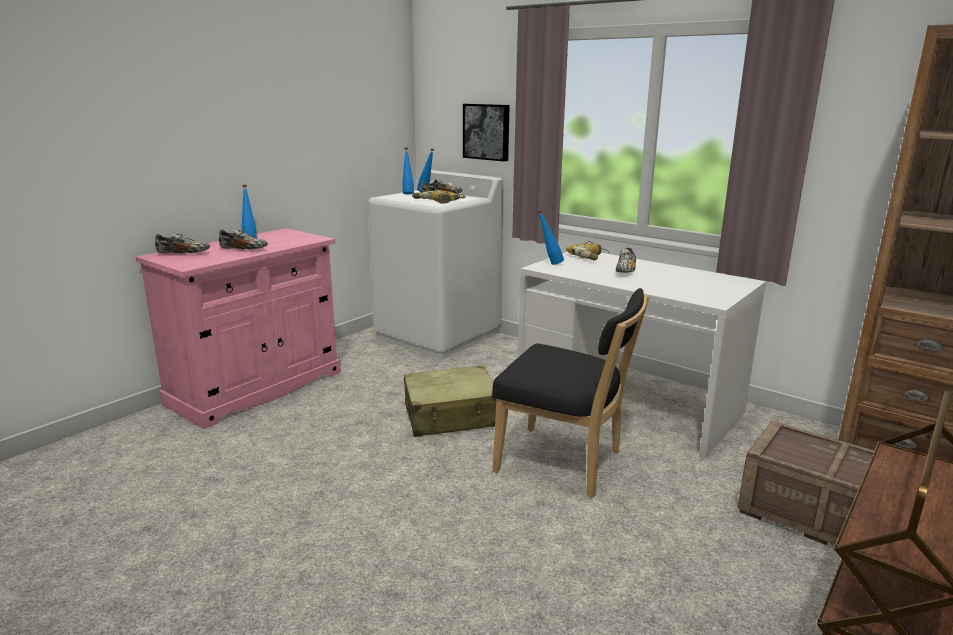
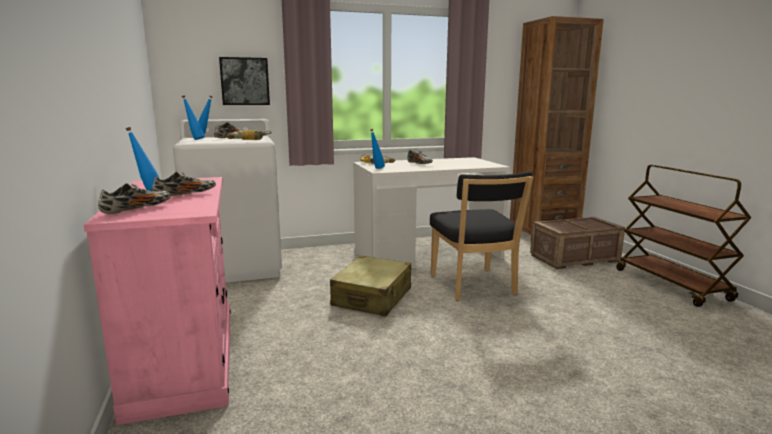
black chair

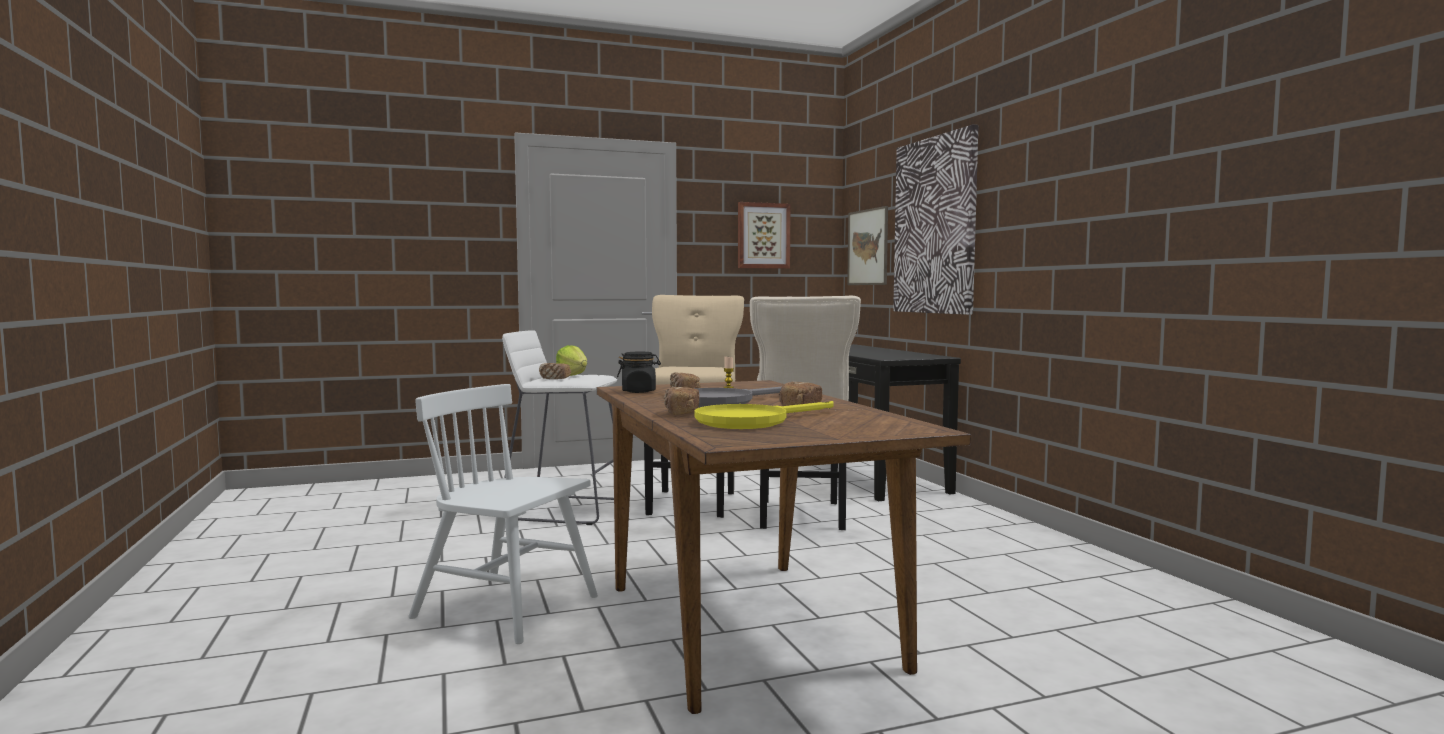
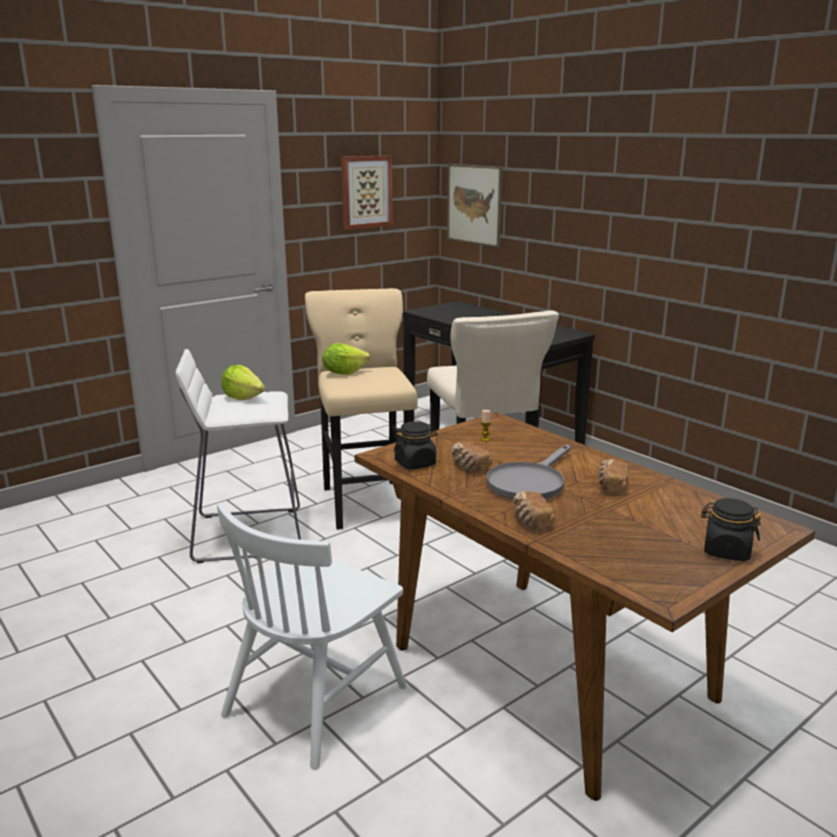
white chair
lettuce (2nd from left)
black jar (2nd from left)
bread (1st from left in the first image)
yellow frying pan
picture (3rd from left in the first image)

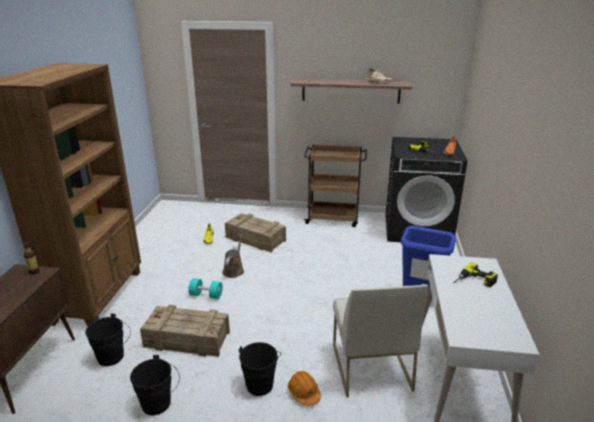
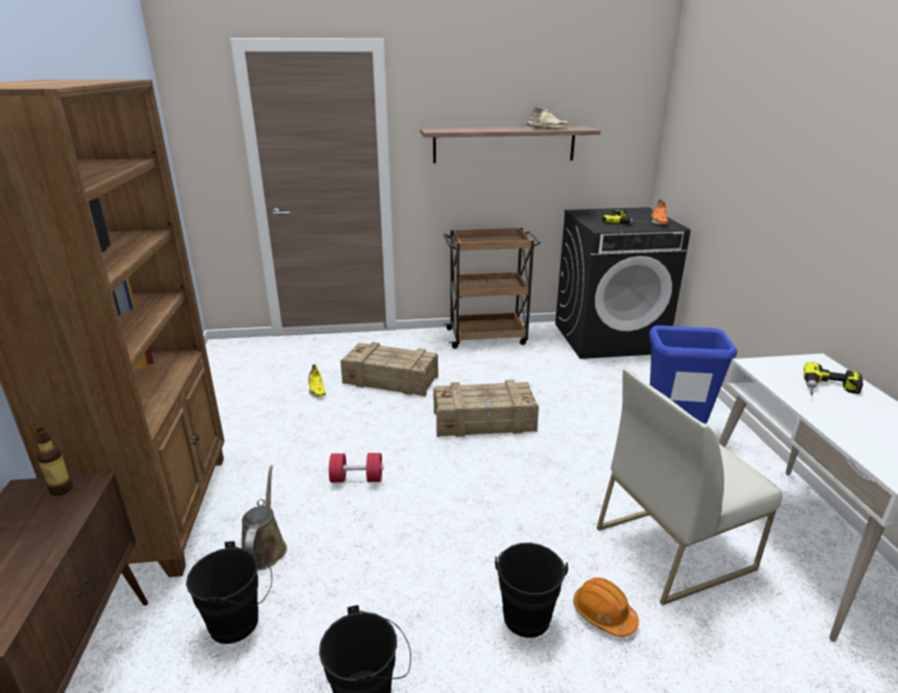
brown watering can
red dumbbell
crate (2nd from left)
white chair

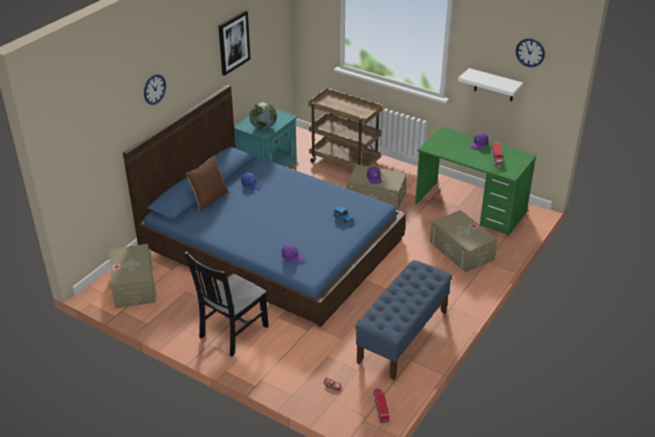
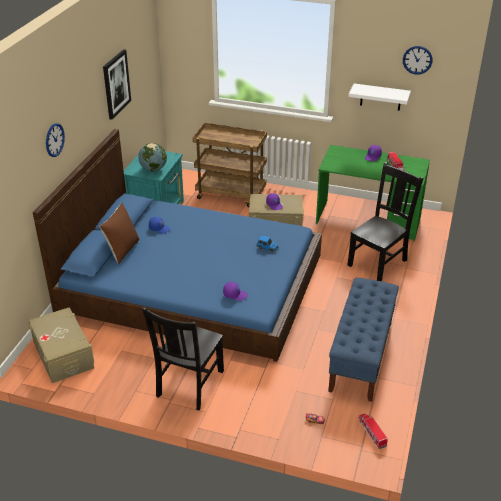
black chair (2nd from left)

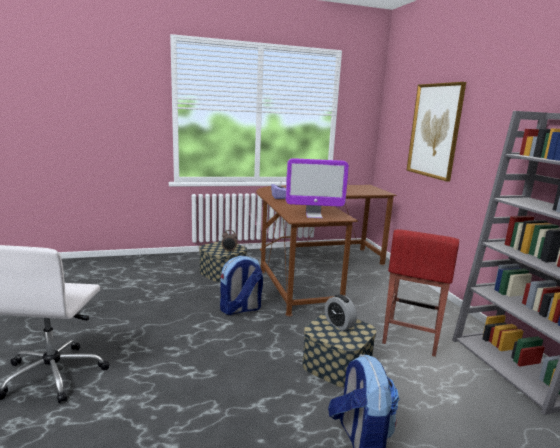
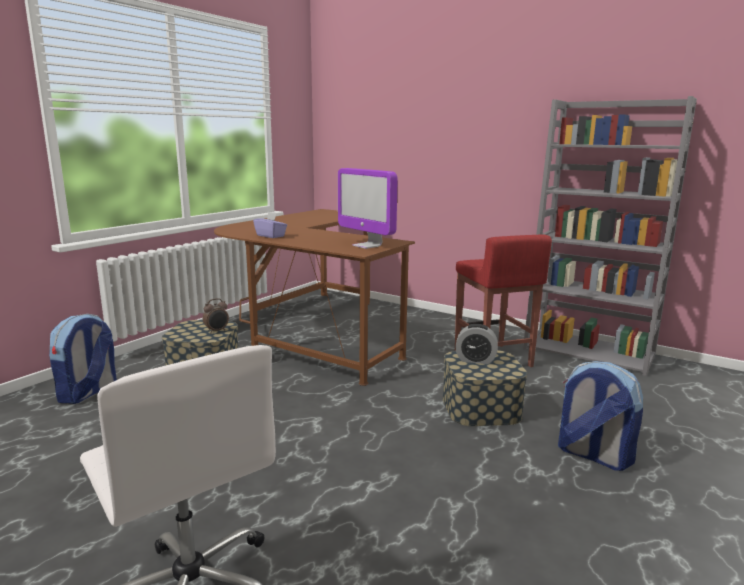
backpack (1st from left)
monitor
picture

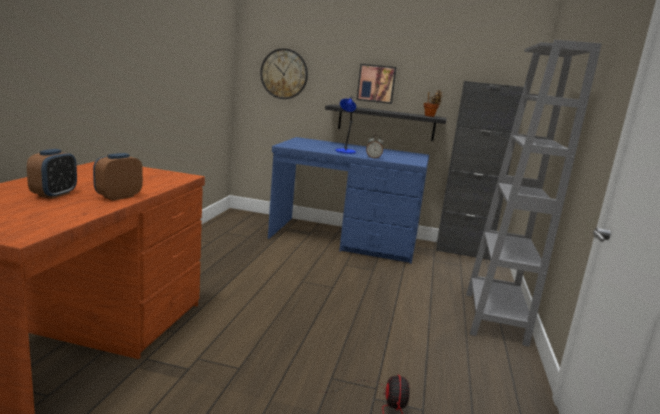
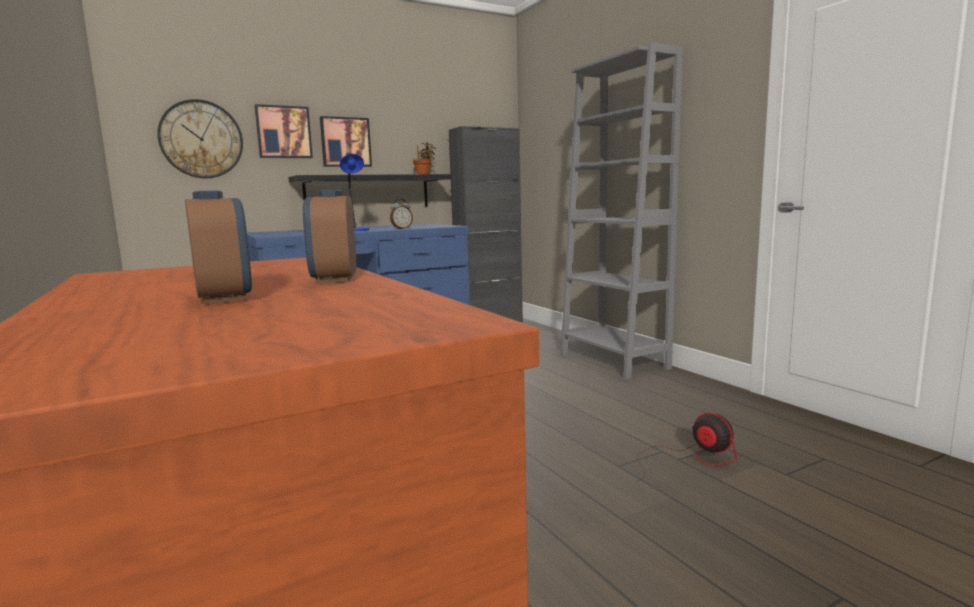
picture (1st from left)

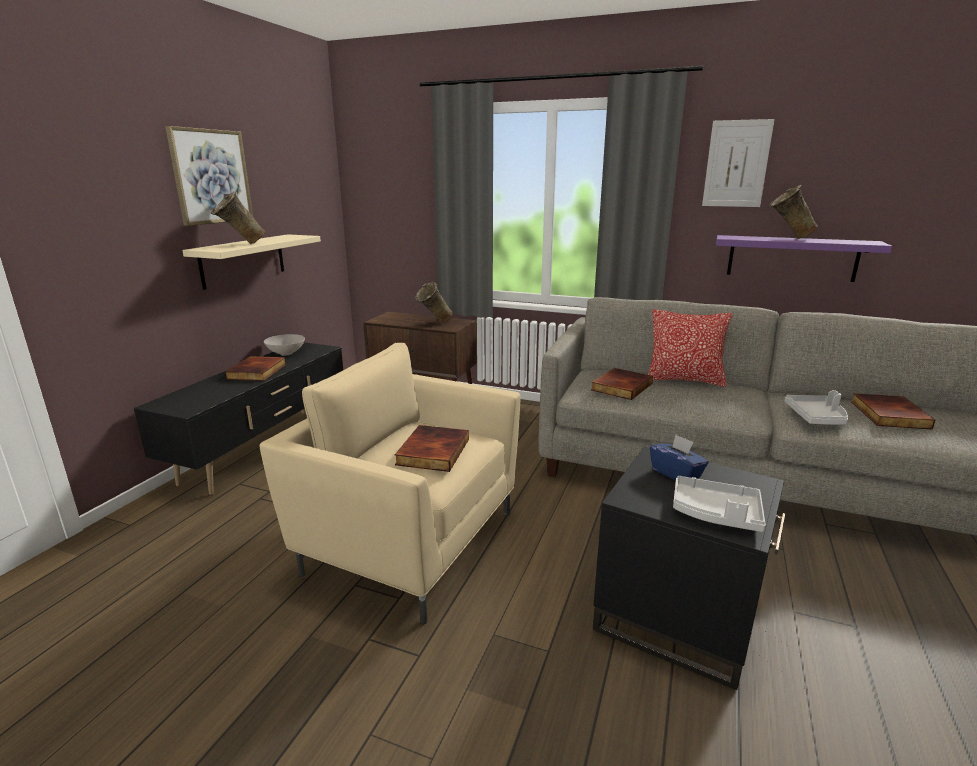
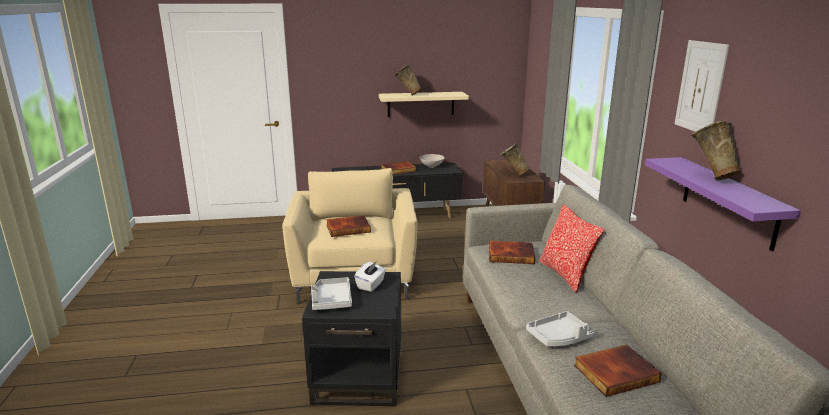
white tissue box
picture (1st from left in the first image)

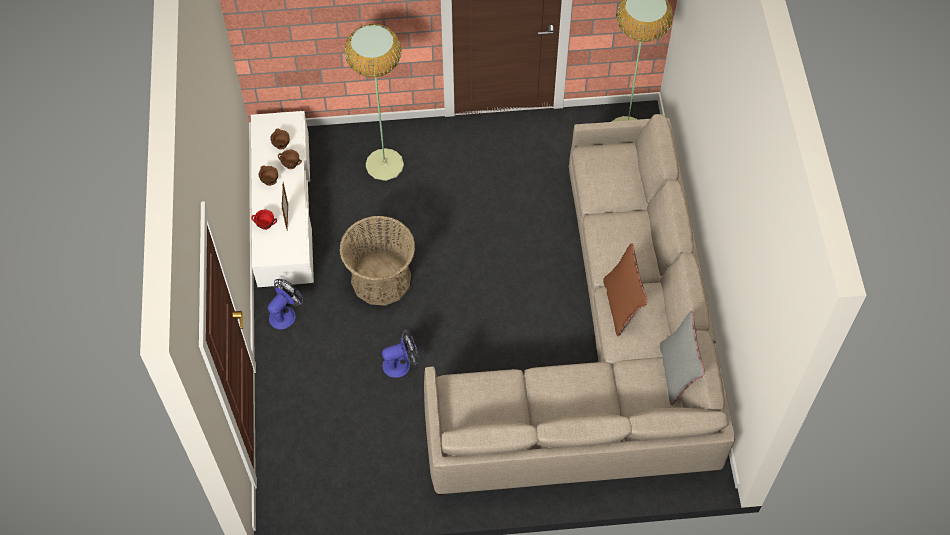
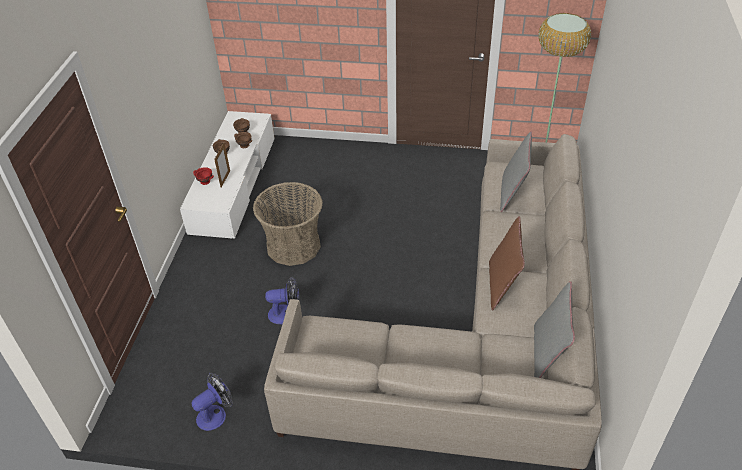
fan (1st from left)
grey pillow (1st from left)
floor lamp (1st from left in the first image)

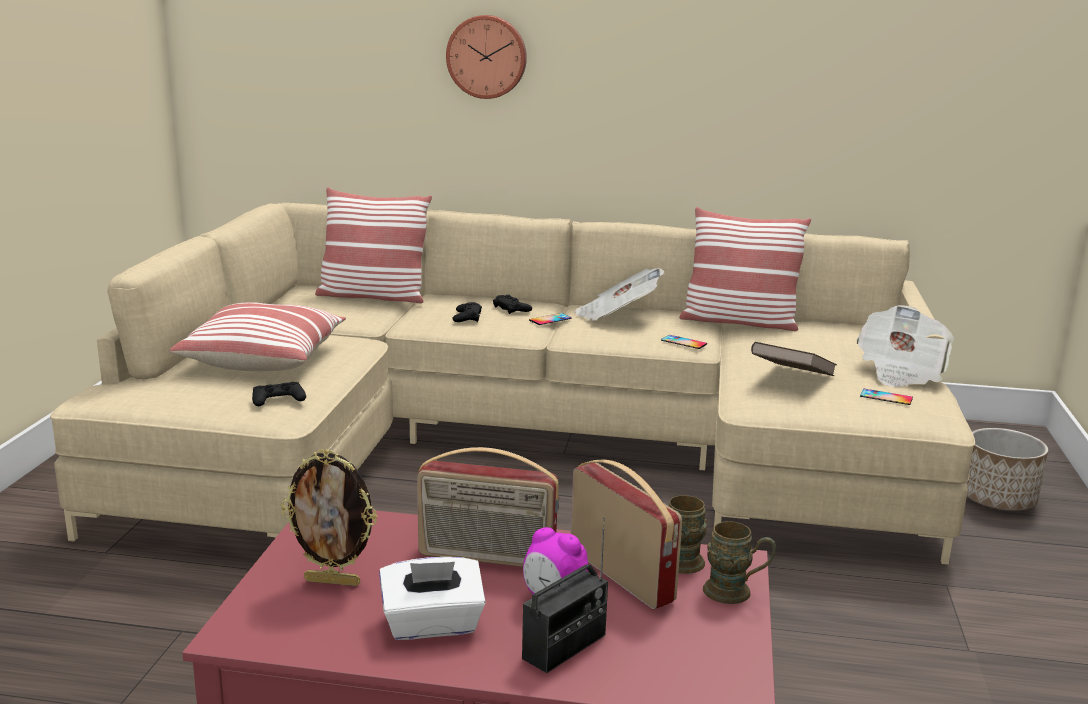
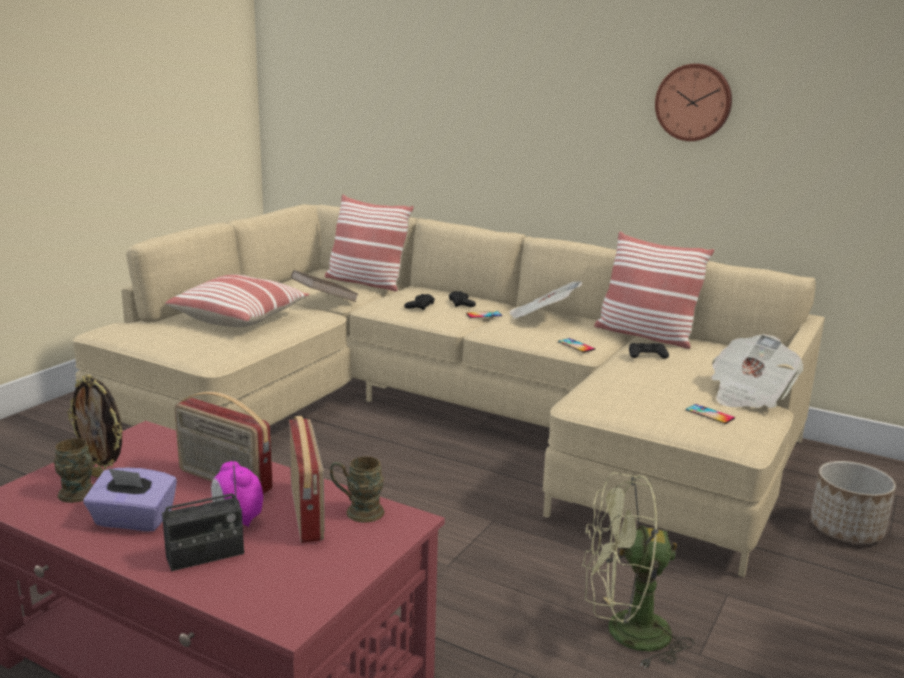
brown mug (1st from left)
purple tissue box
brown book
green fan
black game controller (3rd from left)
wall clock

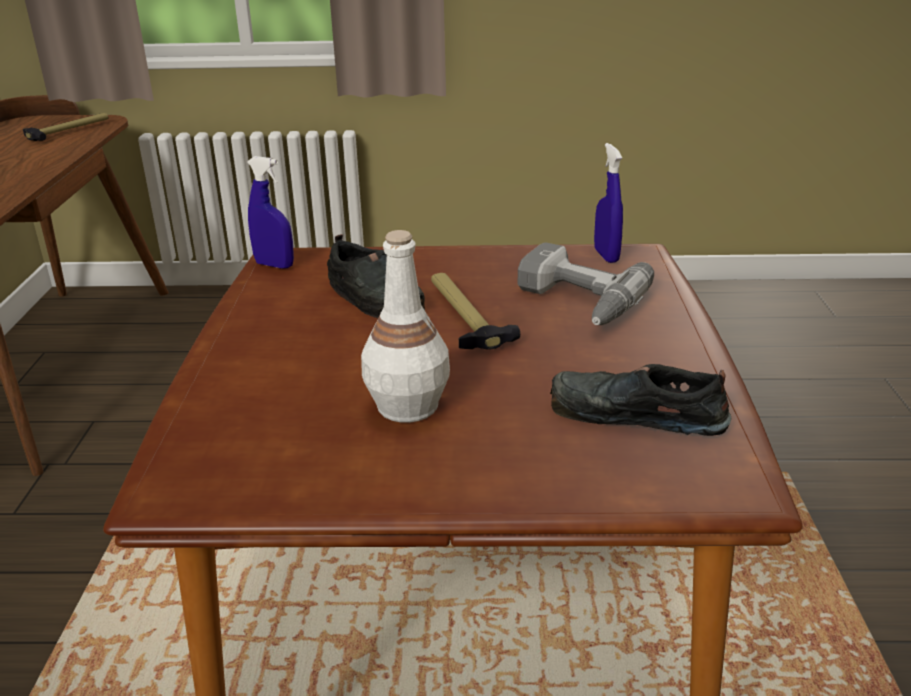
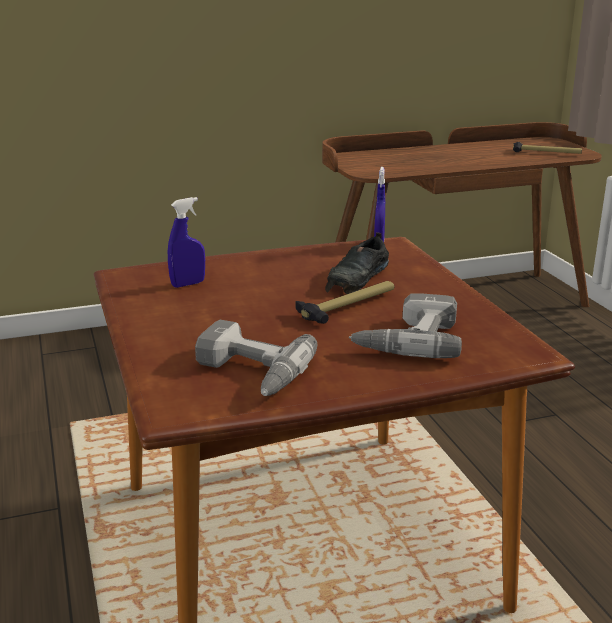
blue spray bottle (1st from left)
power drill (1st from left)
white bottle

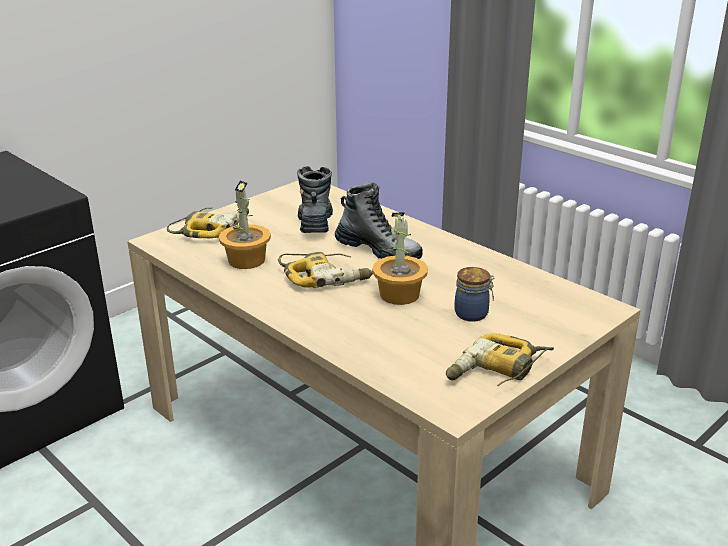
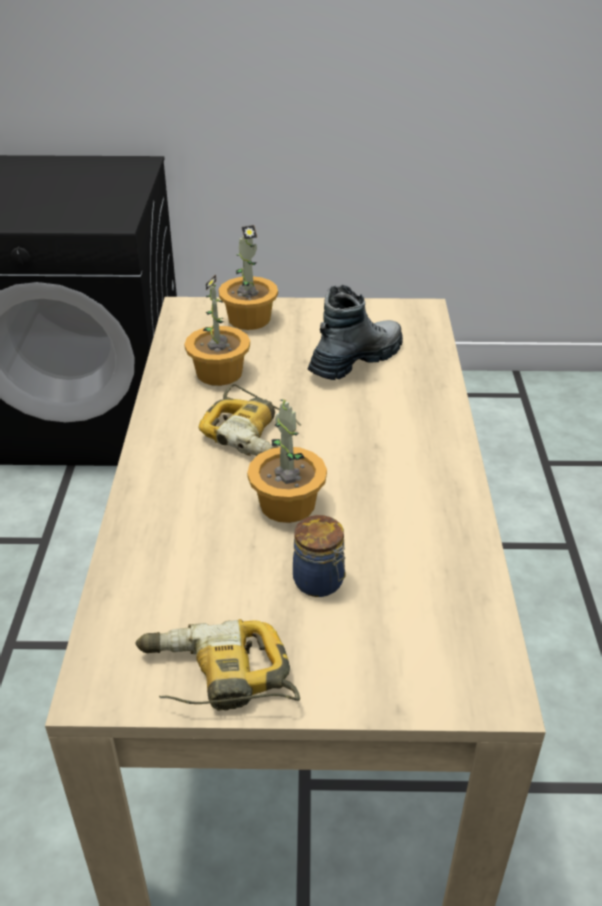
potted plant (2nd from left)
boot (2nd from left in the first image)

